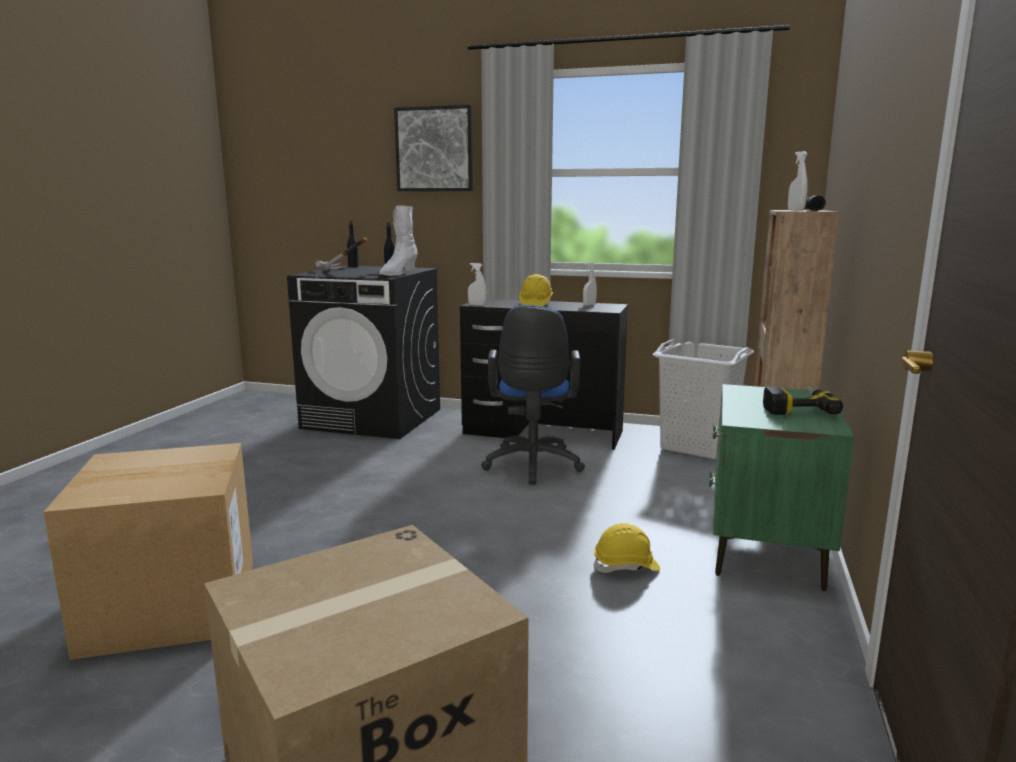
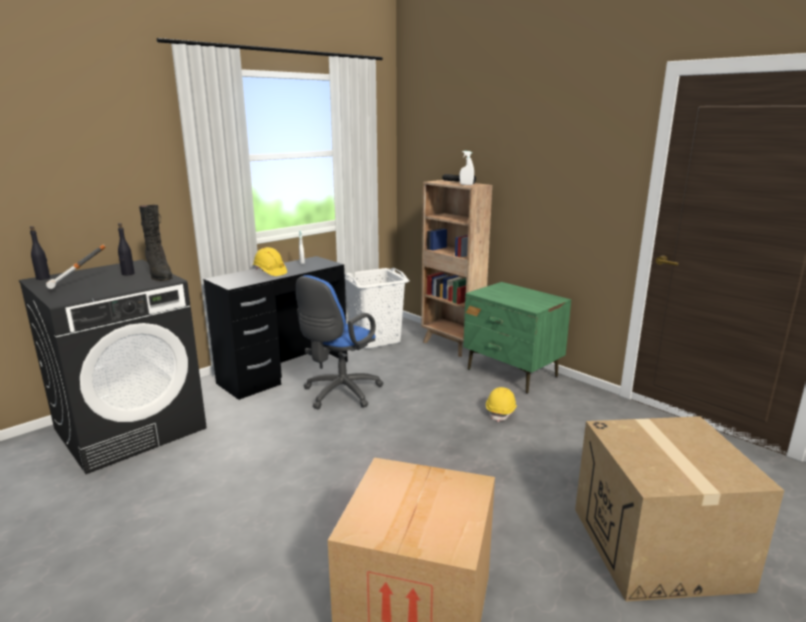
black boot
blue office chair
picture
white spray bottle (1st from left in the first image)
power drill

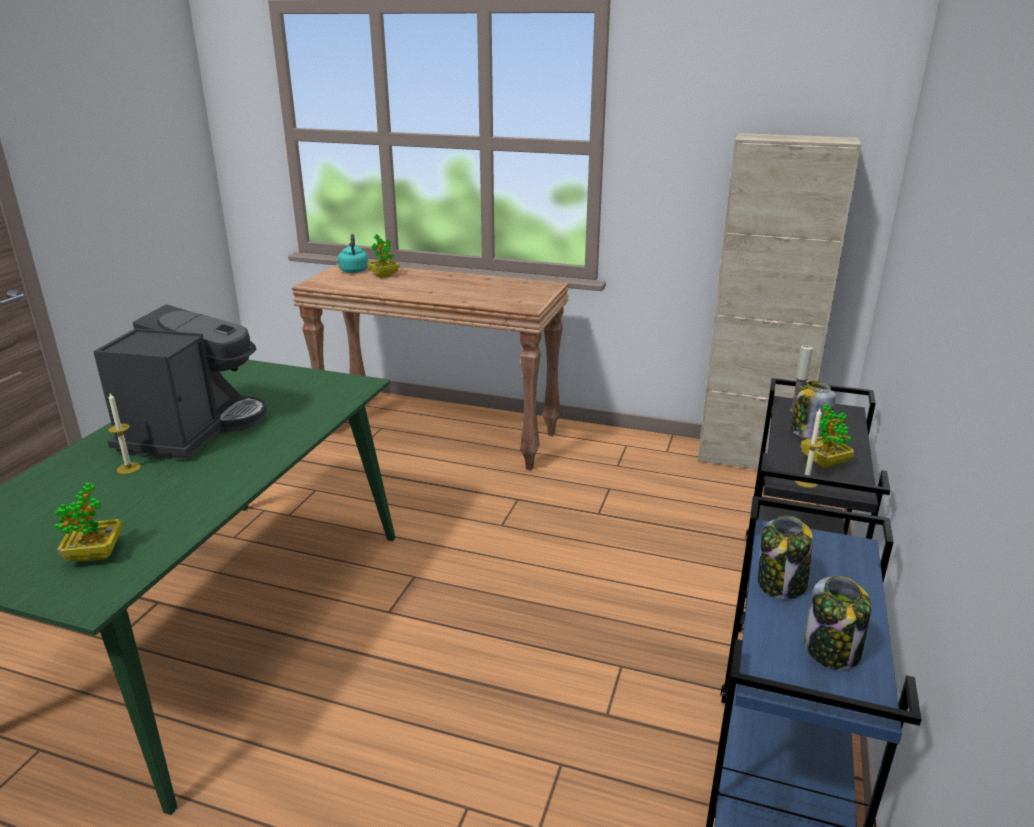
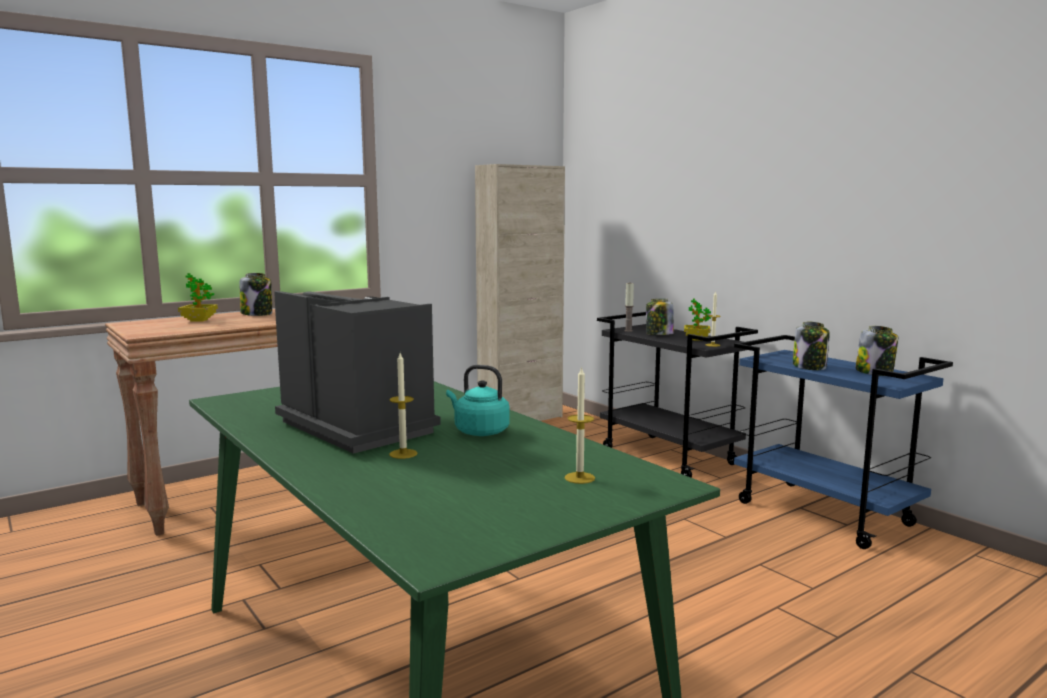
jar (1st from left)
turquoise kettle
candle (2nd from left)

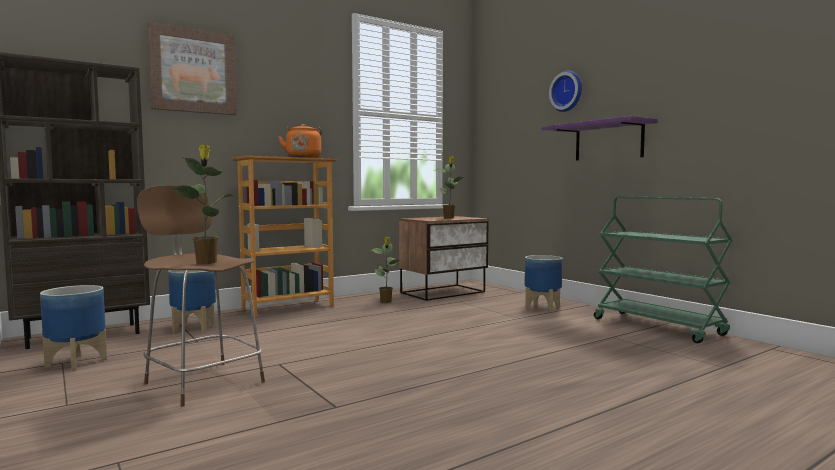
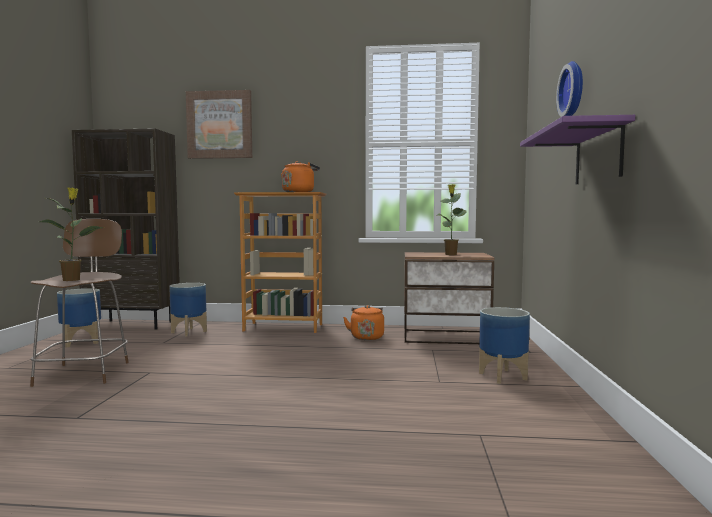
orange kettle (2nd from left)
green cart

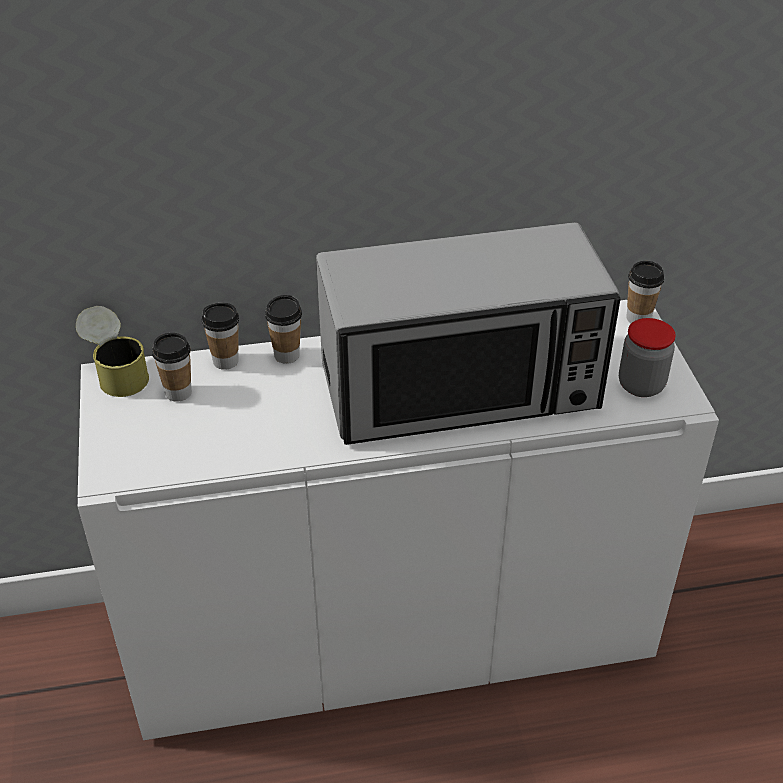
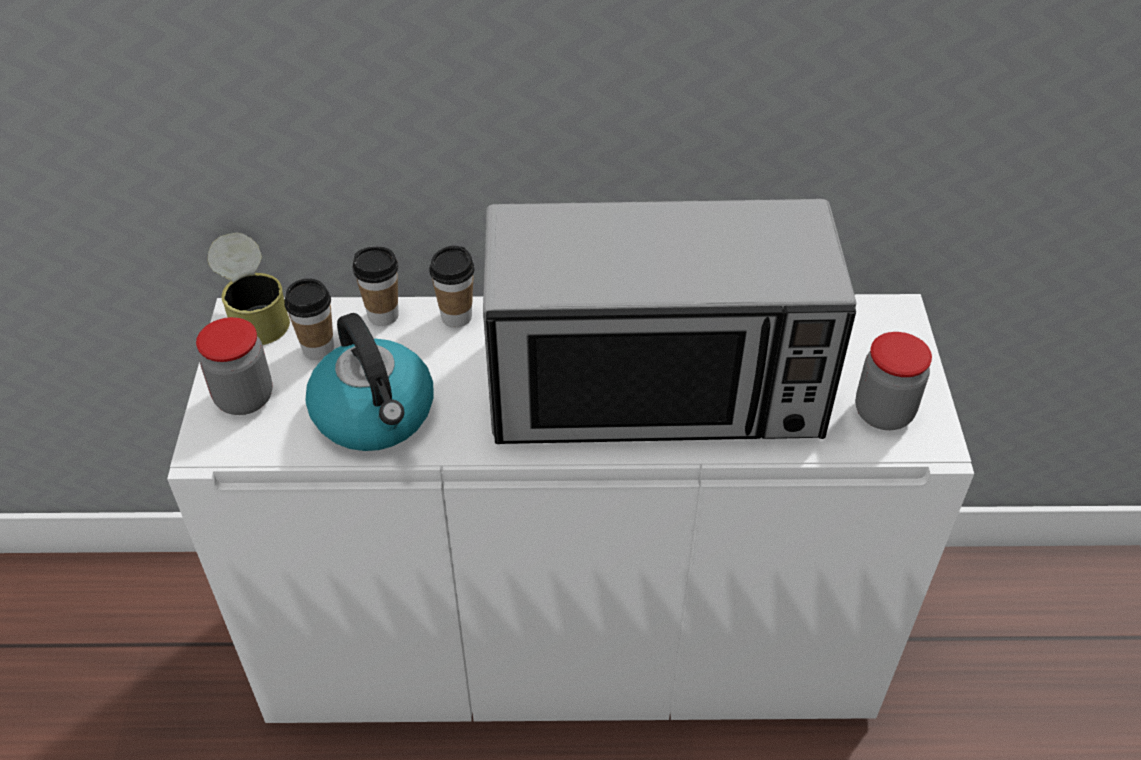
jar (1st from left)
kettle
cup (4th from left in the first image)

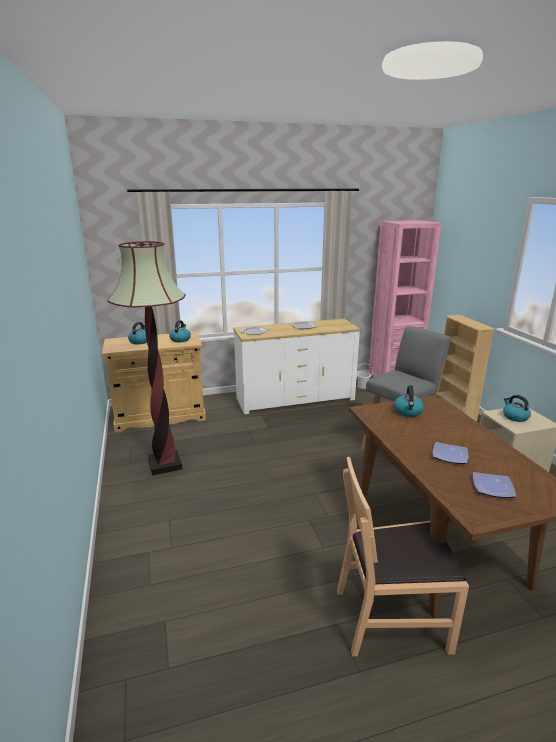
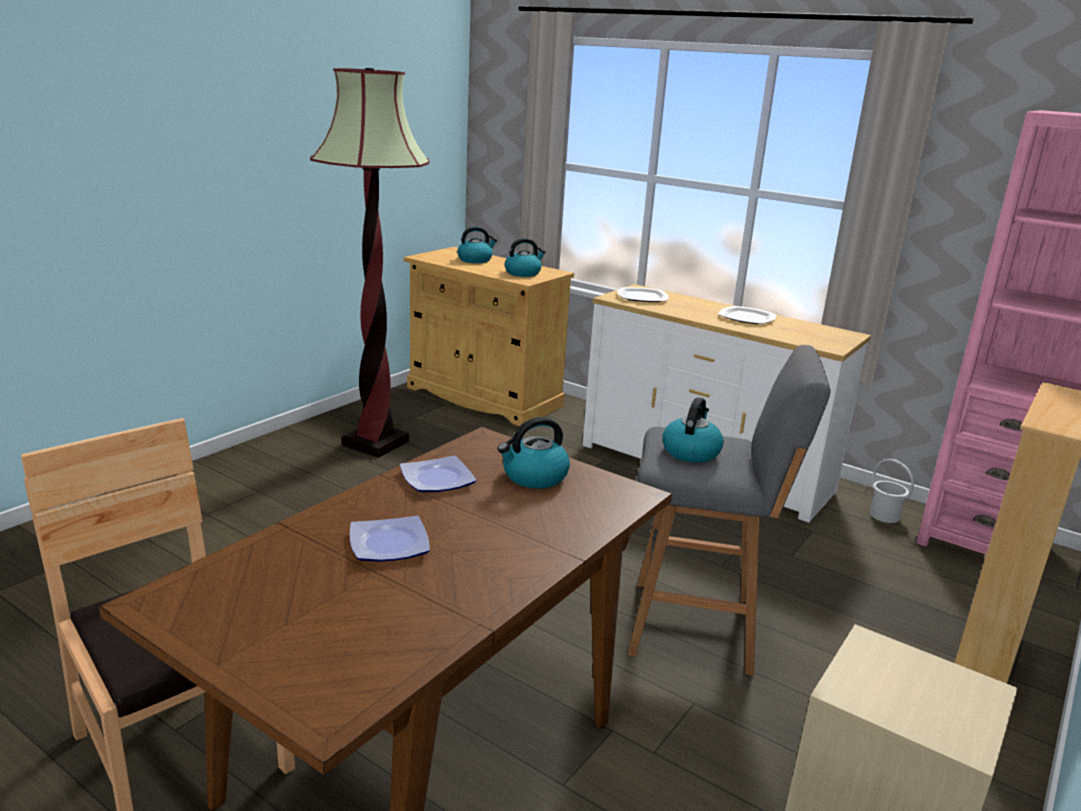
plate (2nd from left)
kettle (4th from left)

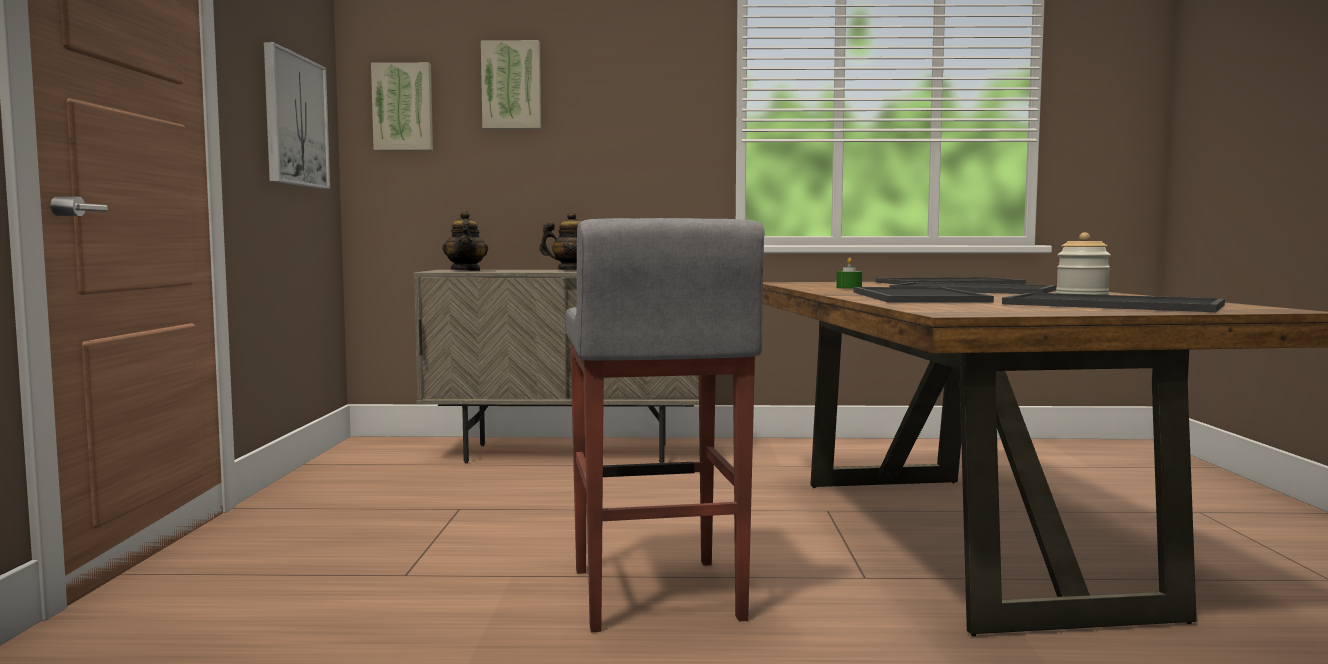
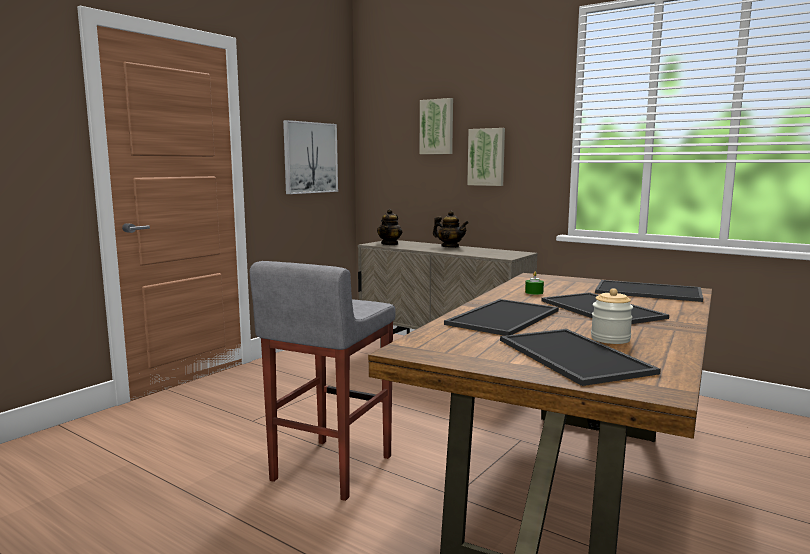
picture (3rd from left)

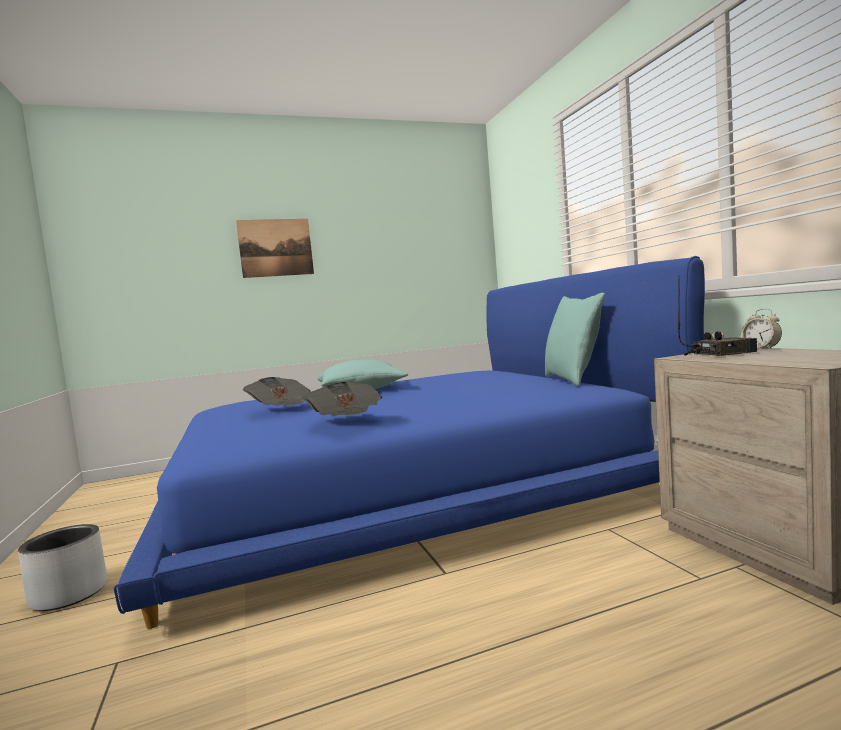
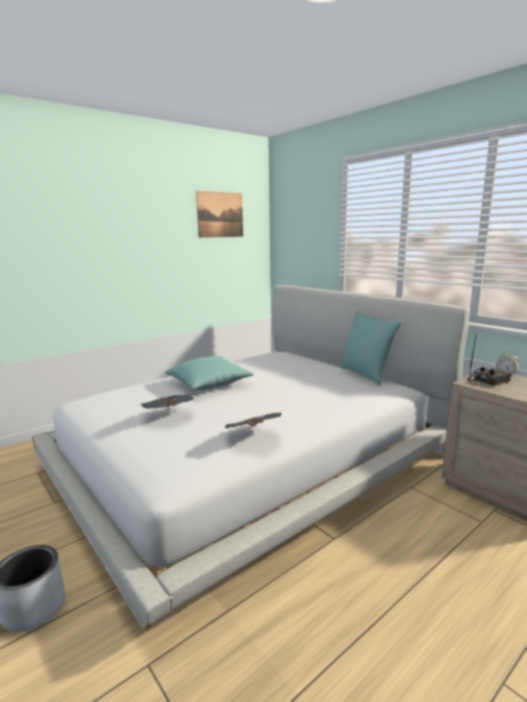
white bed
picture

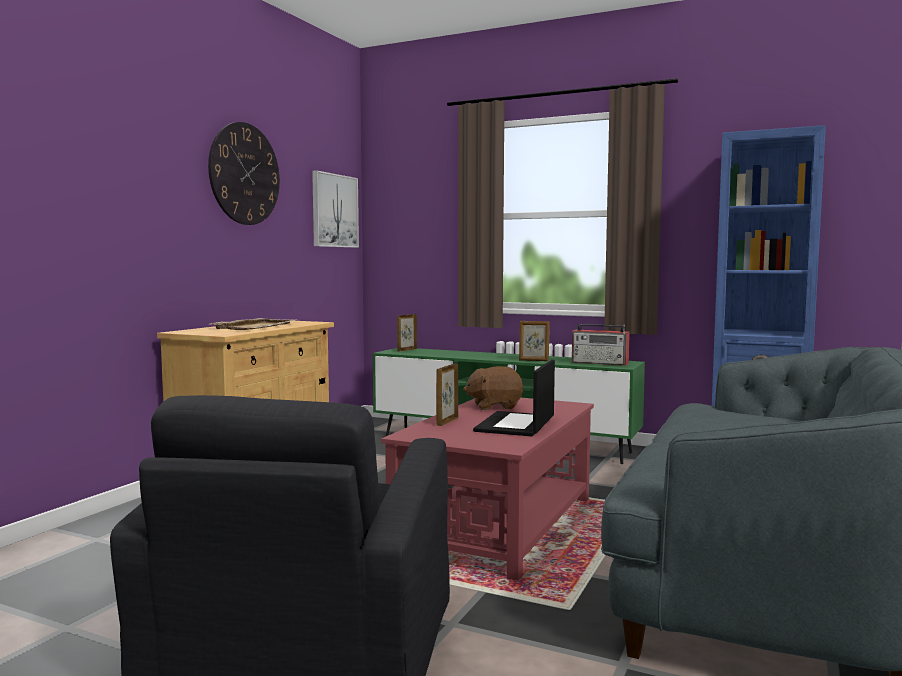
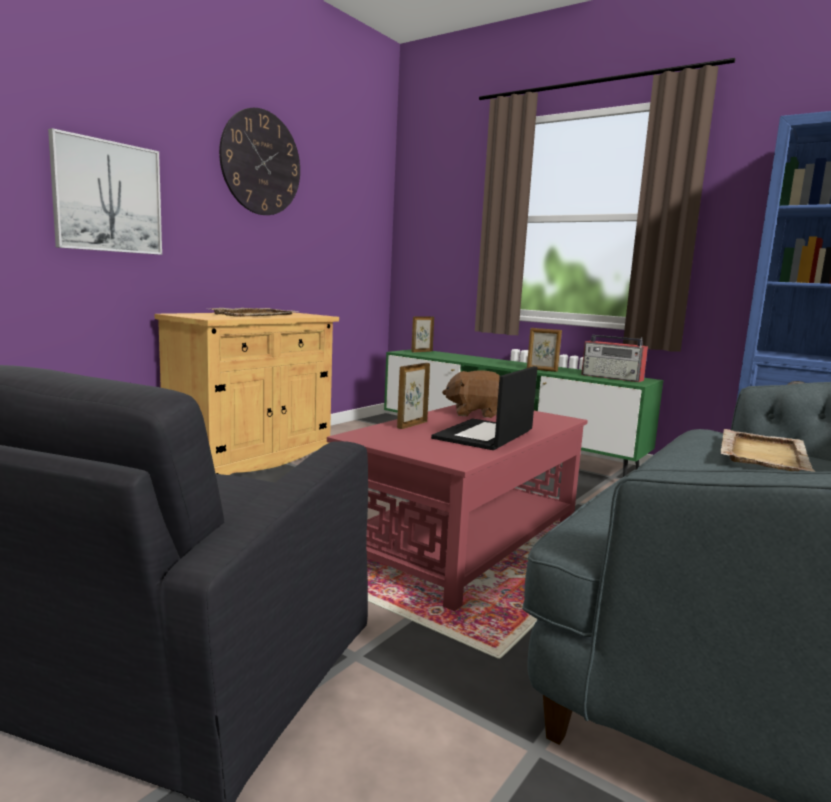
picture
beige tray (2nd from left)

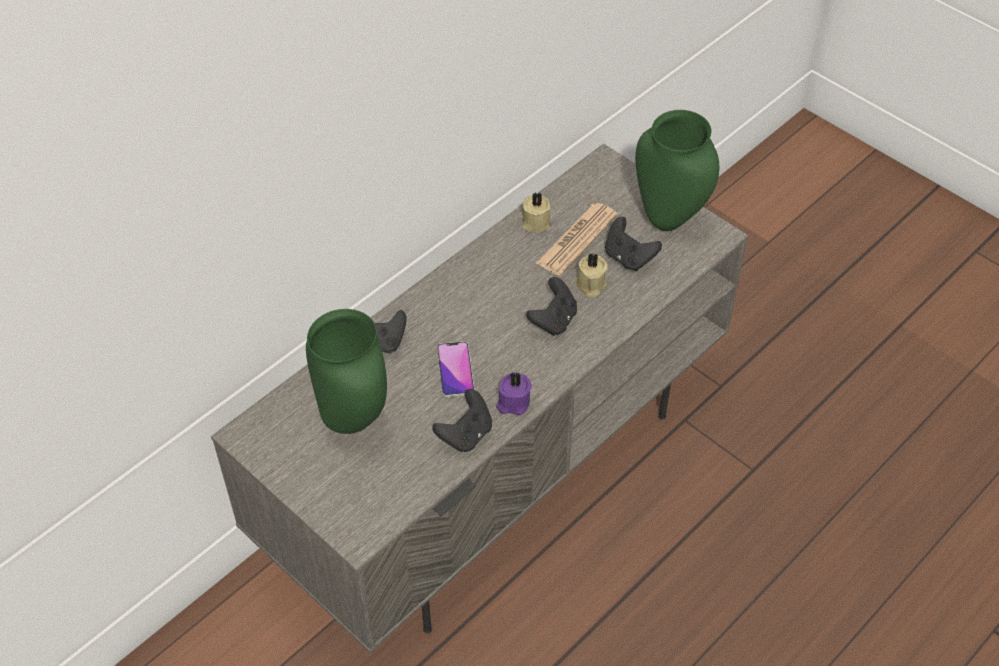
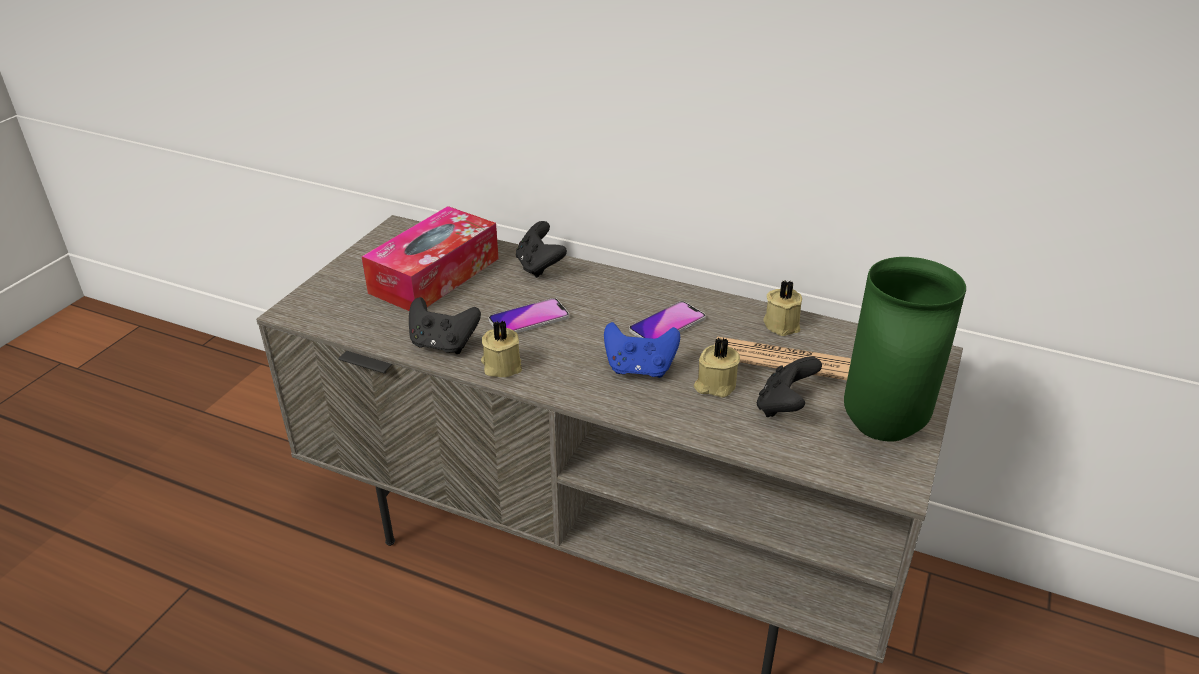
tissue box
beige candle (1st from left)
blue game controller
phone (2nd from left)

